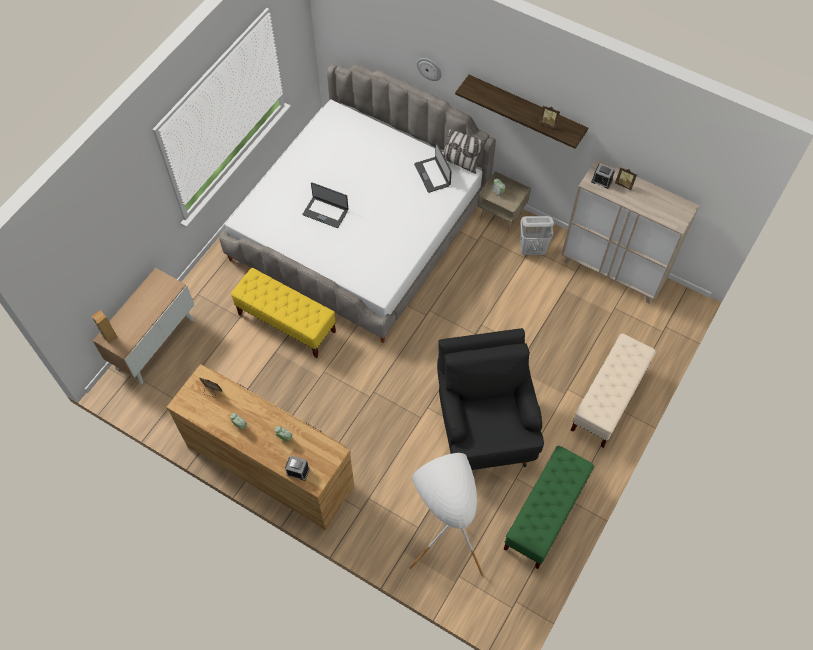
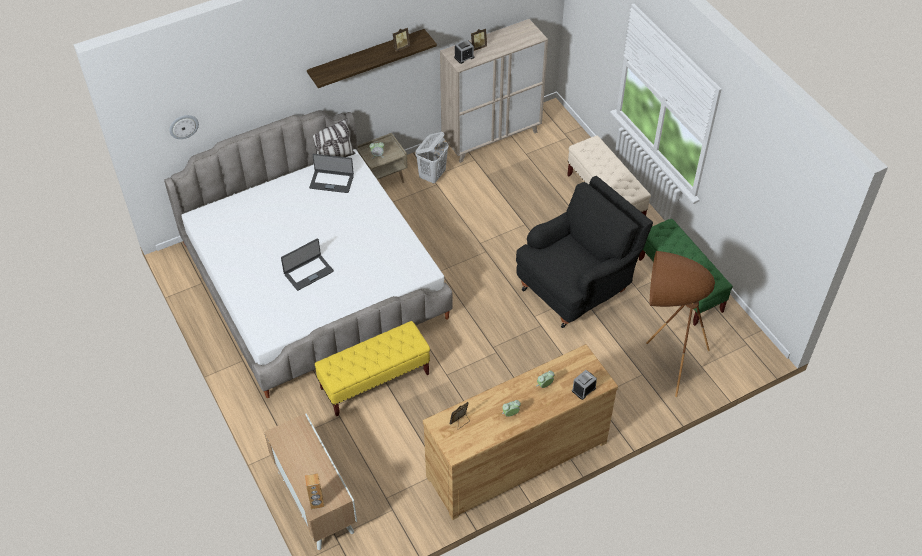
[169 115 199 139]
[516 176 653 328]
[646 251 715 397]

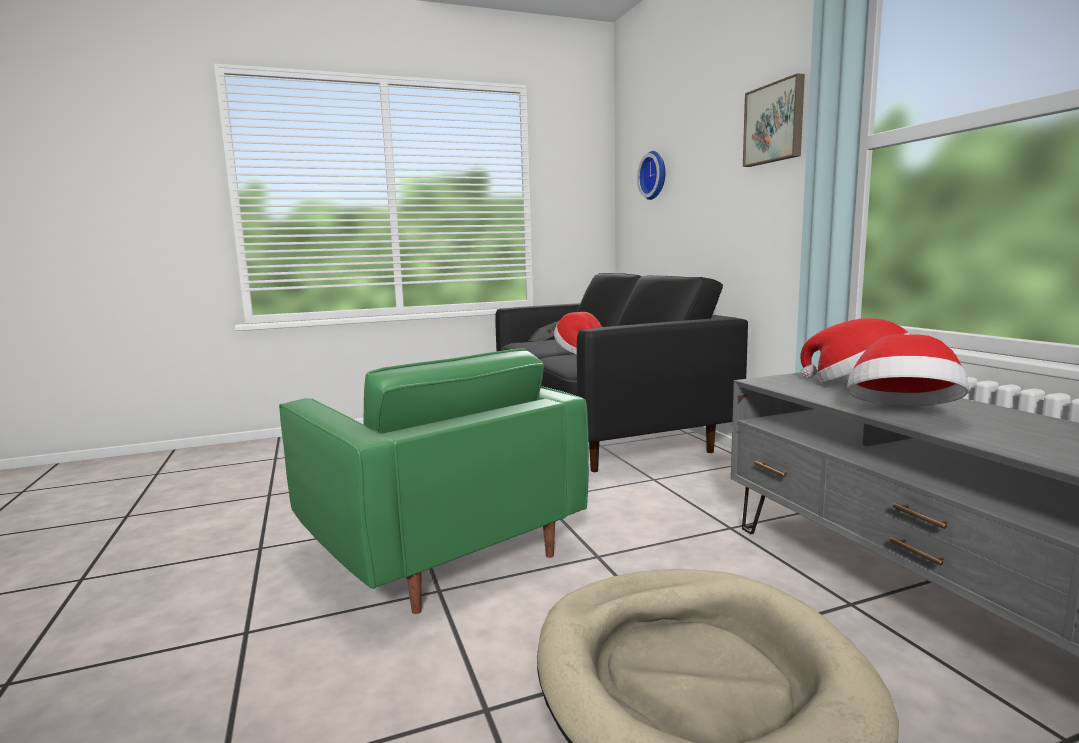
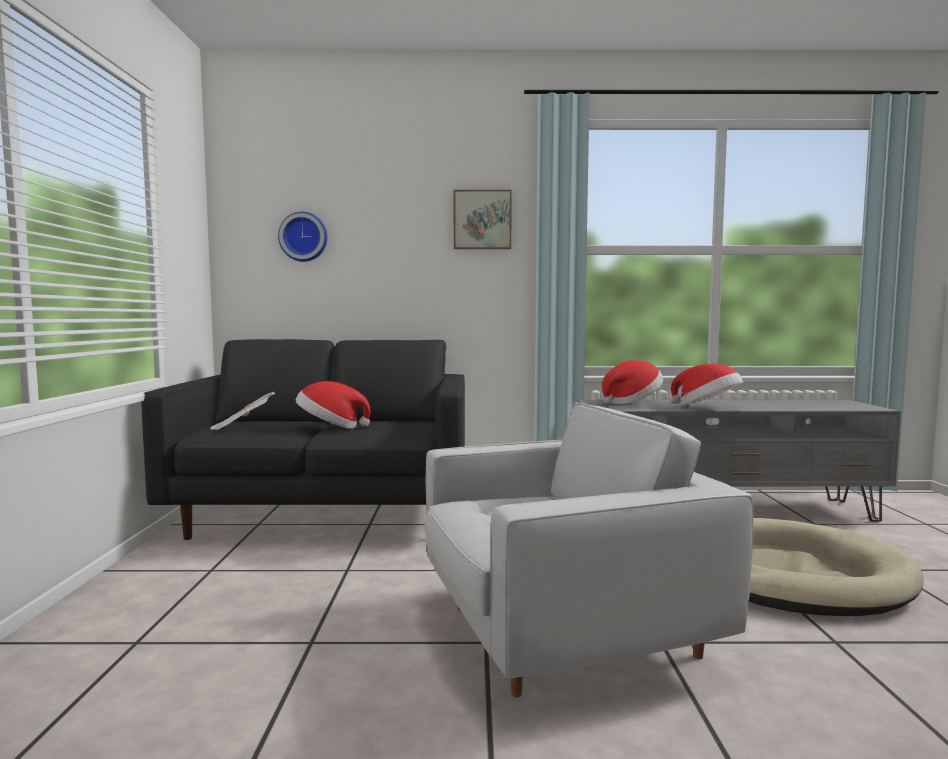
[424 402 754 697]

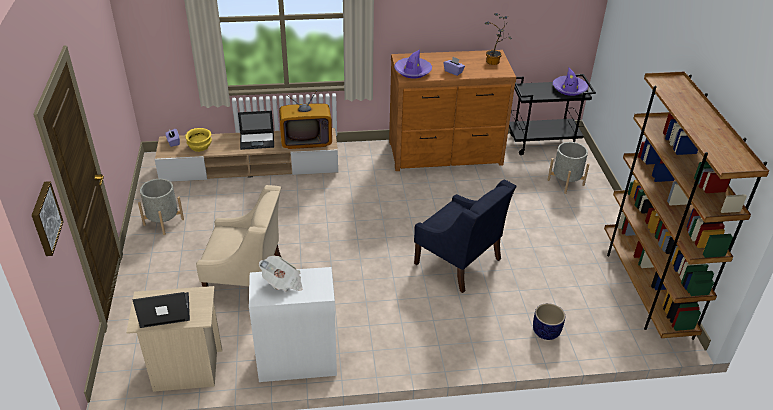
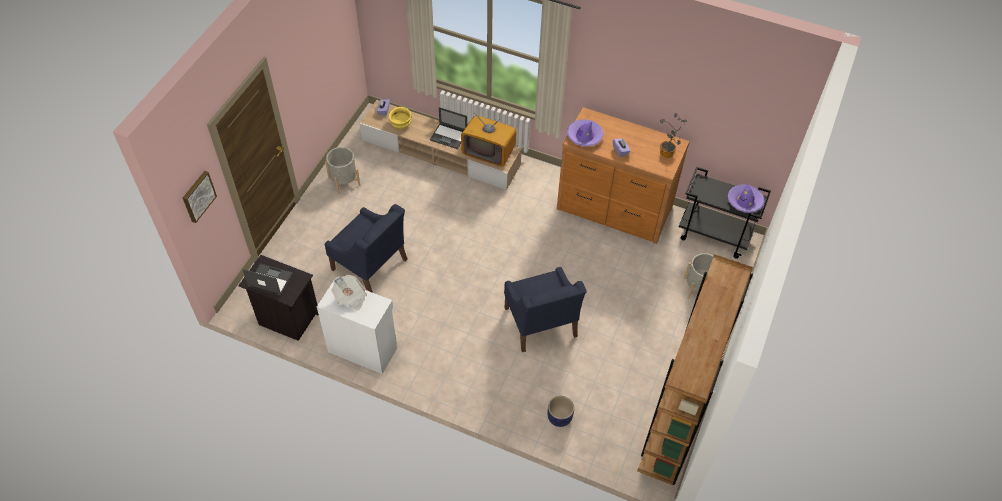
[238 255 319 341]
[324 204 408 293]

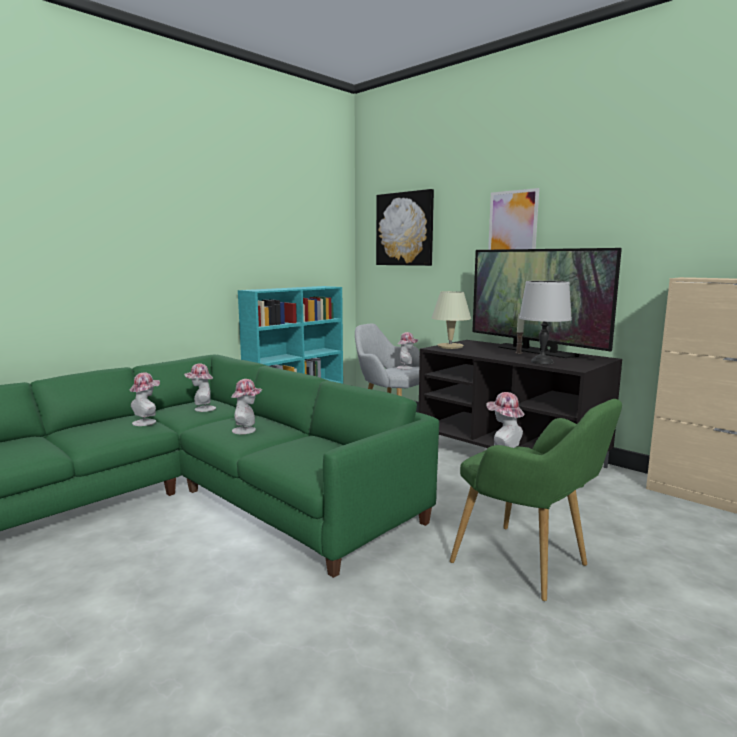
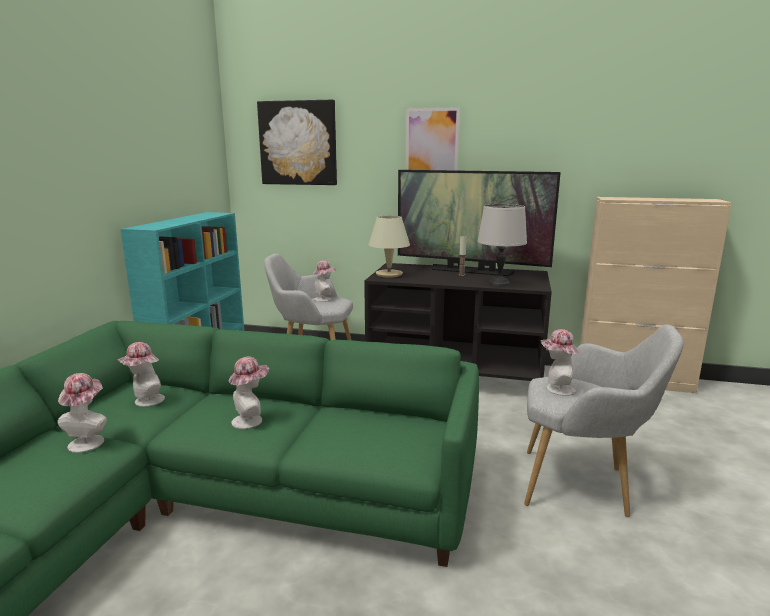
[524 325 684 517]

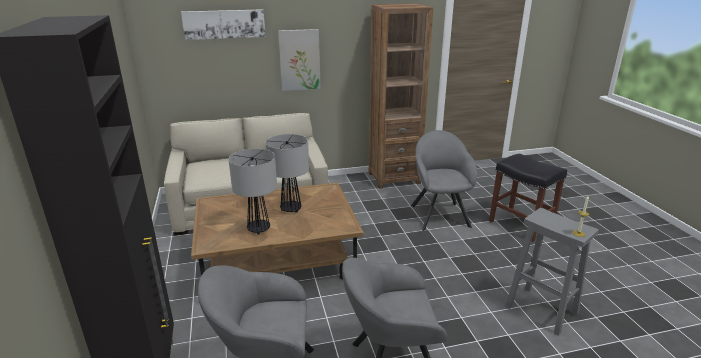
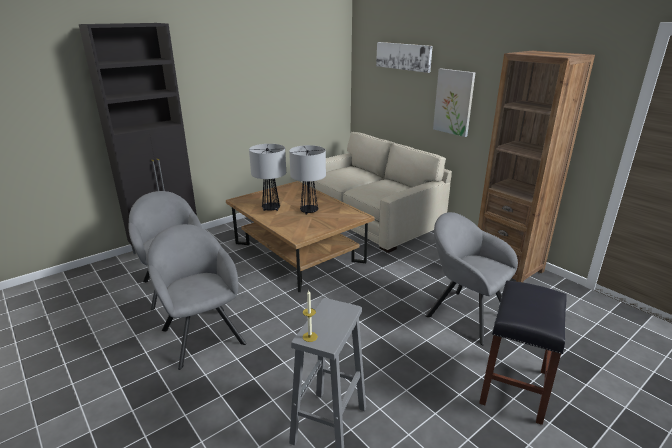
[425 212 518 345]

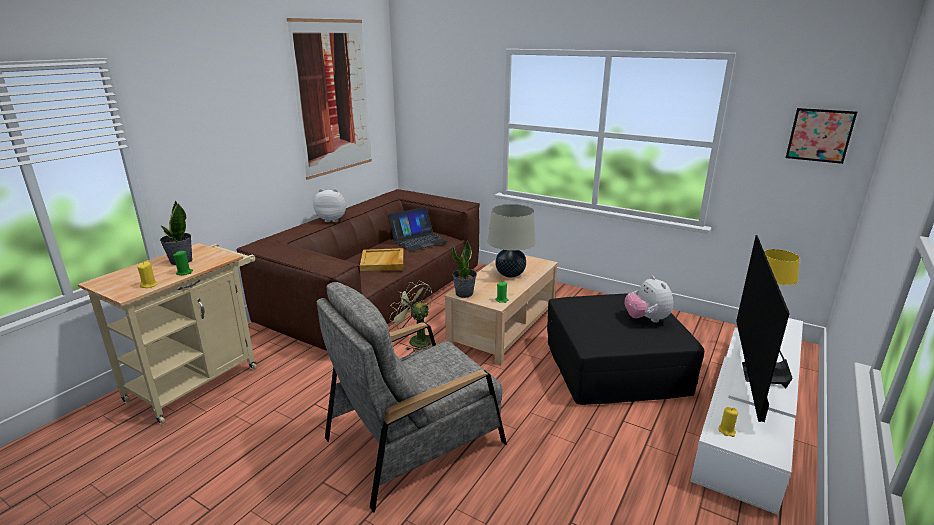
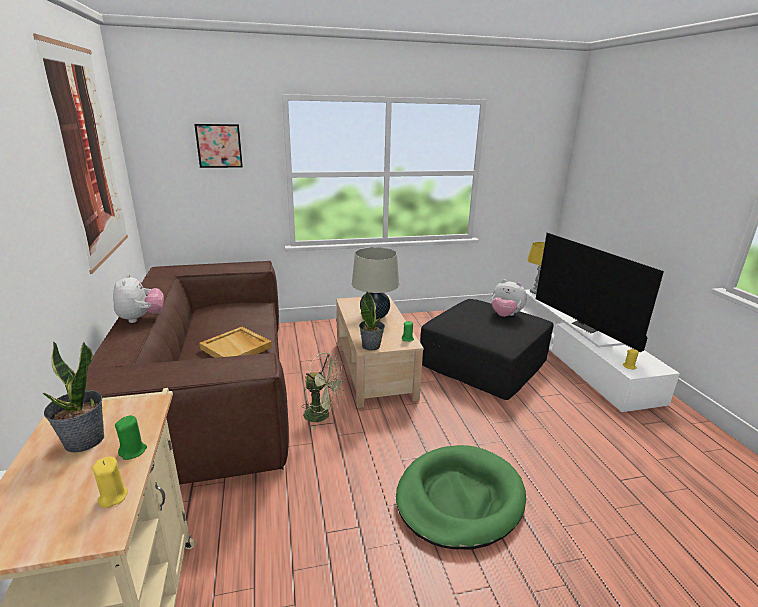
[113 274 164 323]
[194 124 243 168]
[302 353 346 430]
[396 445 526 549]
[388 207 448 251] (first image)

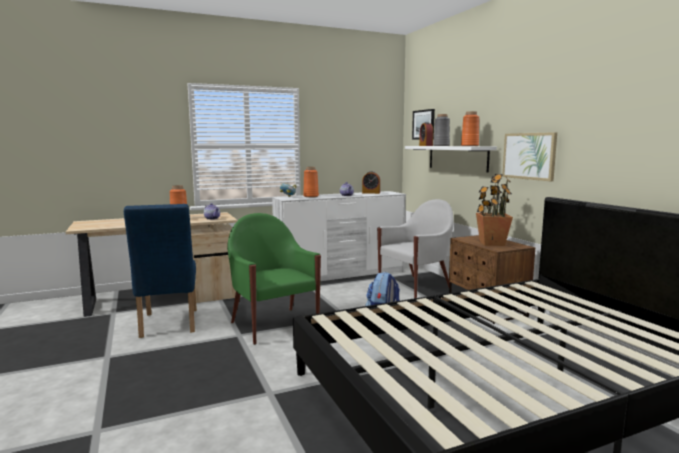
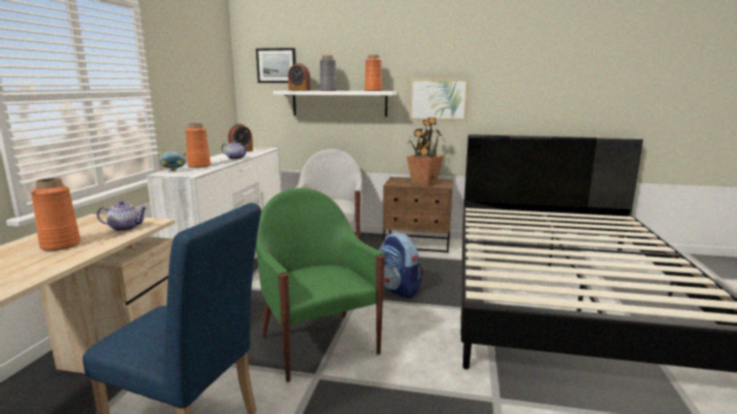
[256 188 385 382]

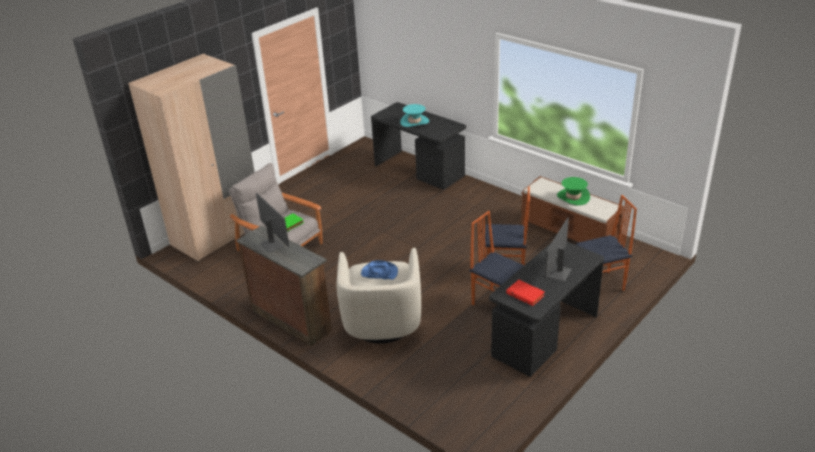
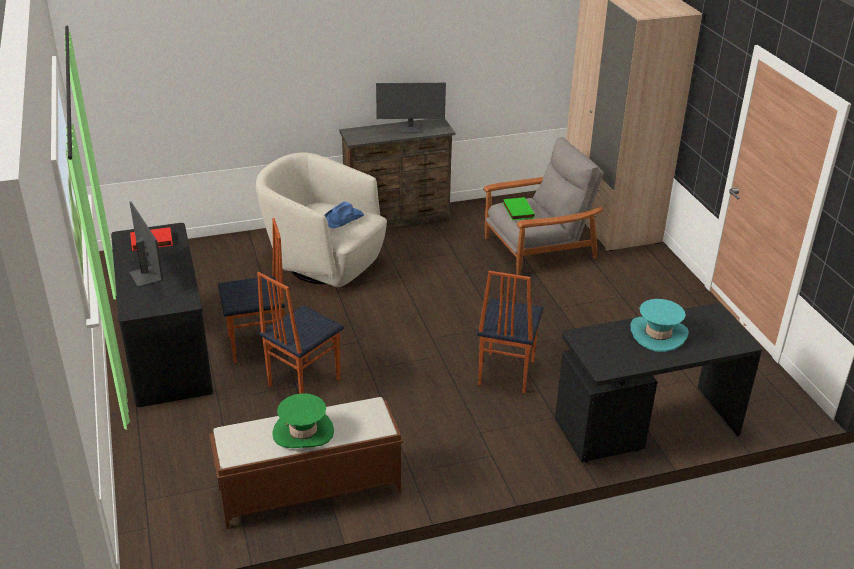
[477 271 543 393]

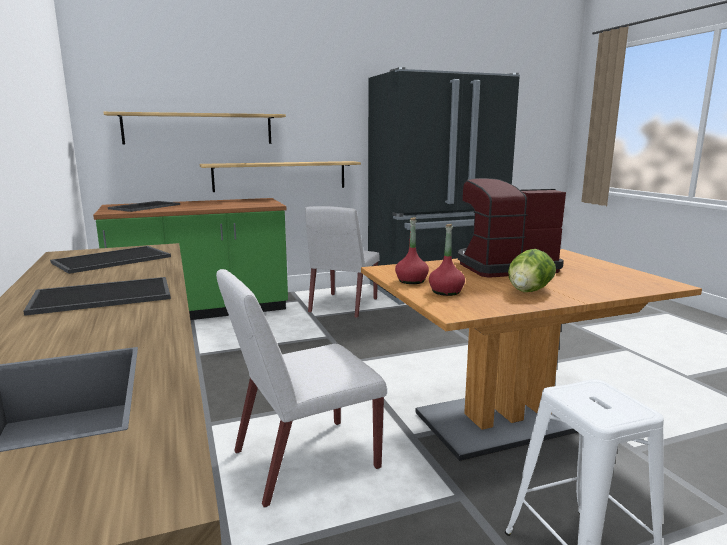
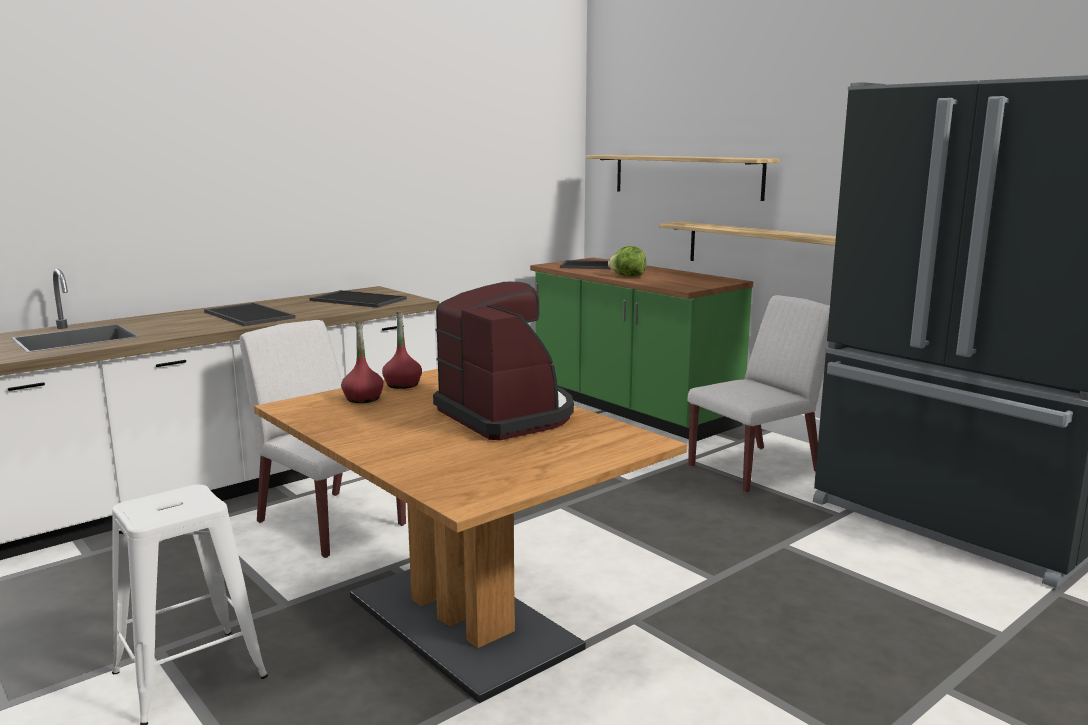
[608 246 646 277]
[687 295 830 493]

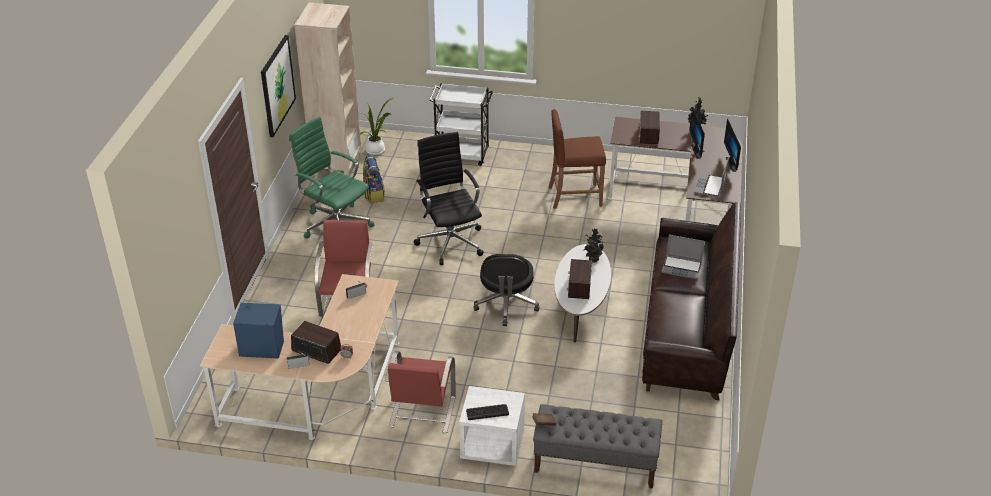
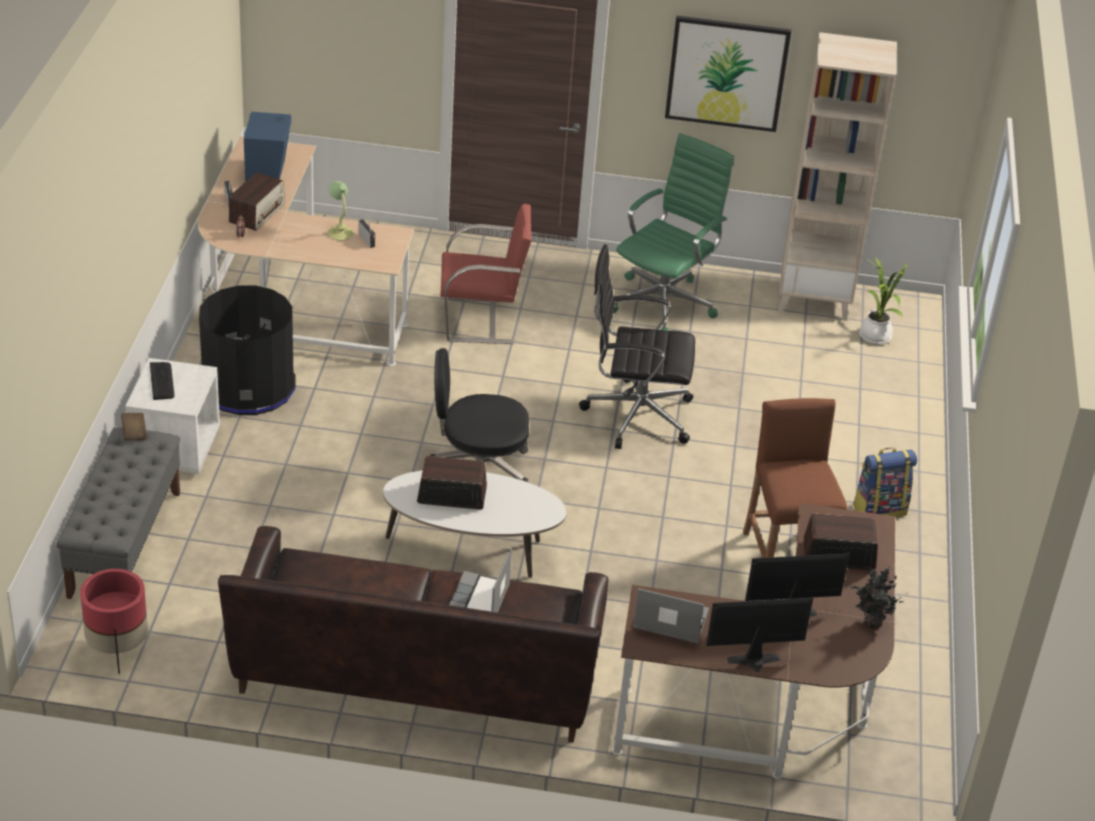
[80 569 148 674]
[199 286 296 415]
[328 181 354 241]
[579 244 695 449]
[853 448 917 518]
[429 83 493 166] (first image)
[584 228 604 263] (first image)

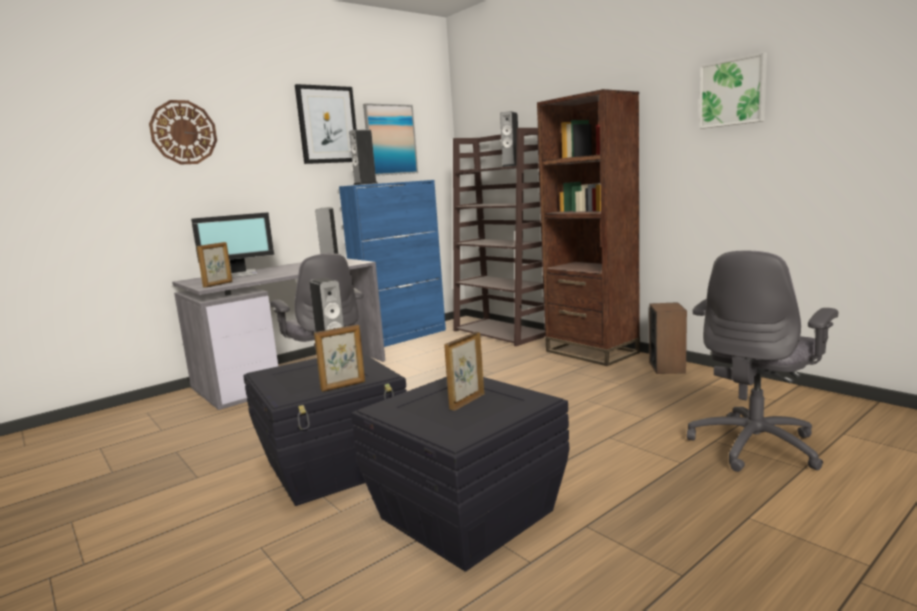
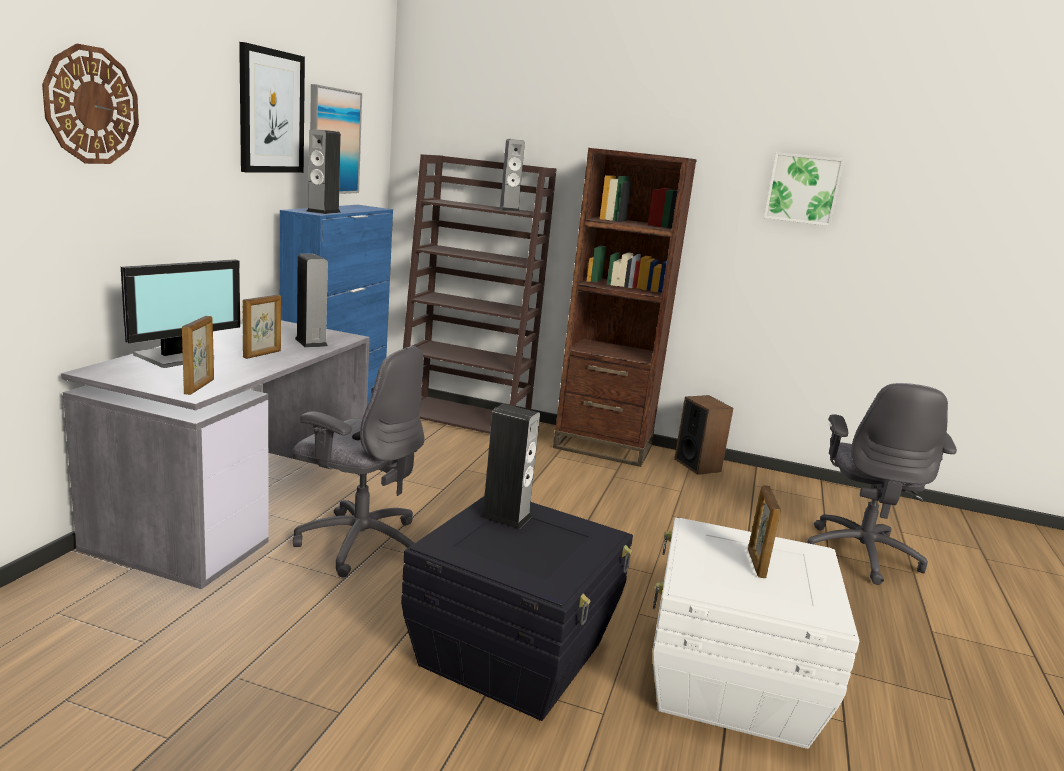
[243 295 281 359]
[653 518 859 749]

